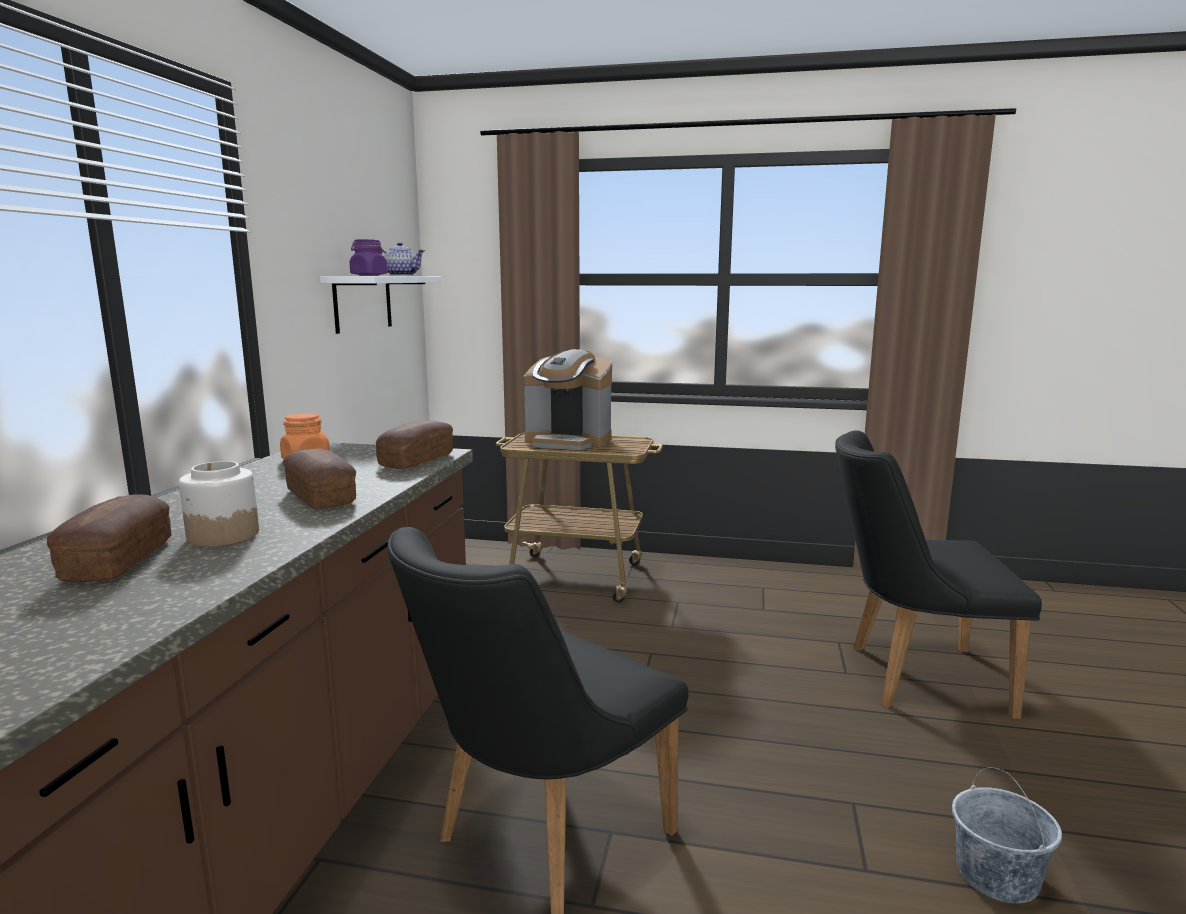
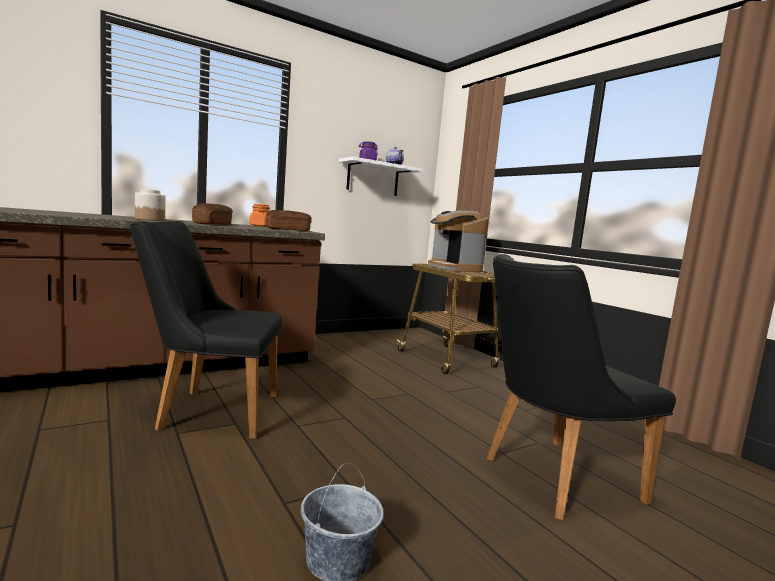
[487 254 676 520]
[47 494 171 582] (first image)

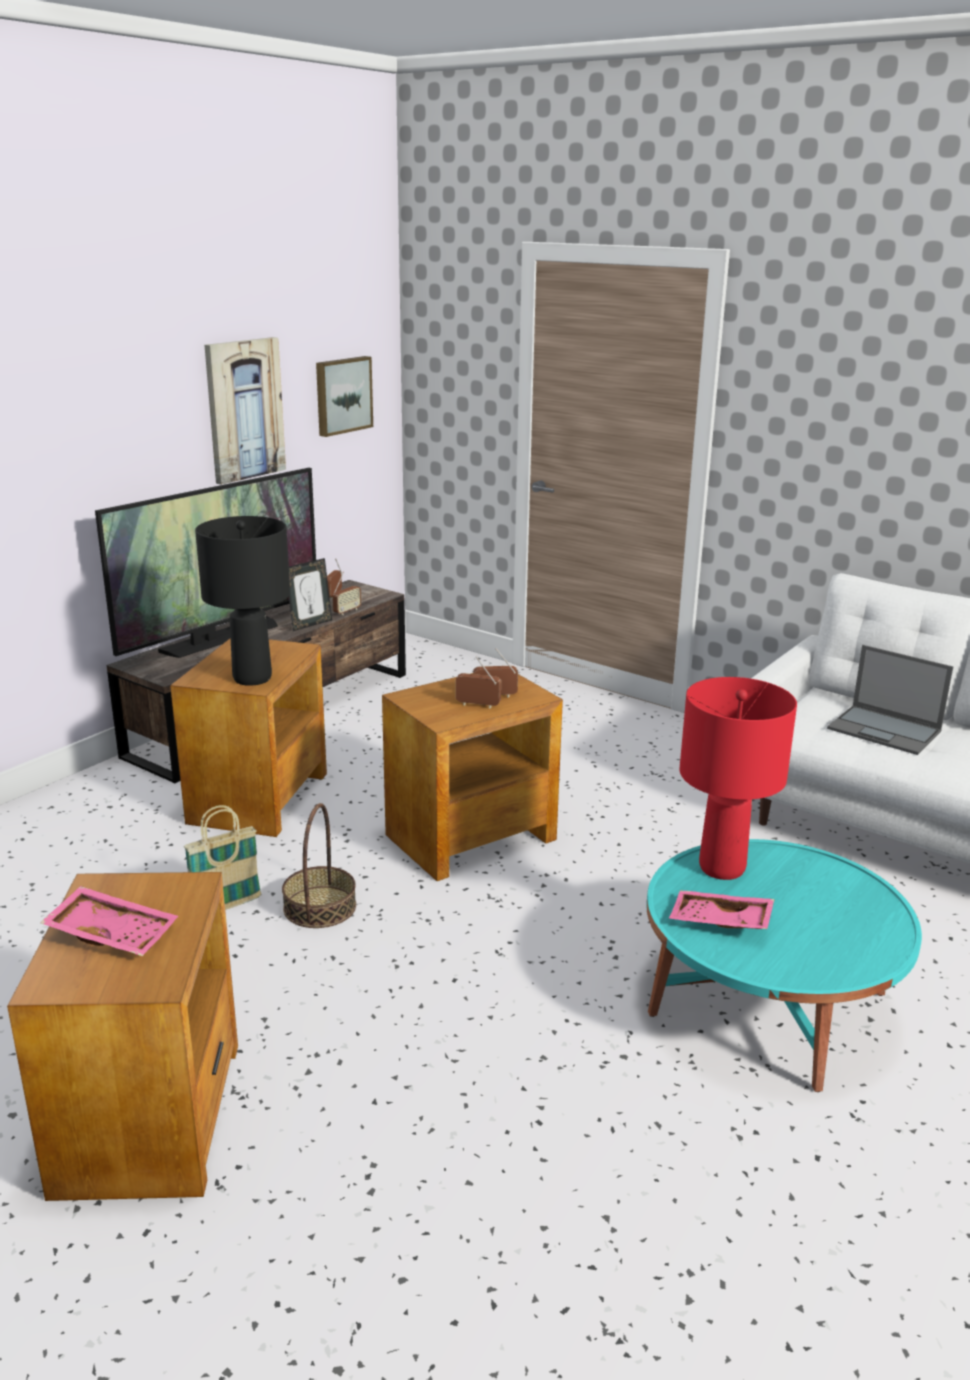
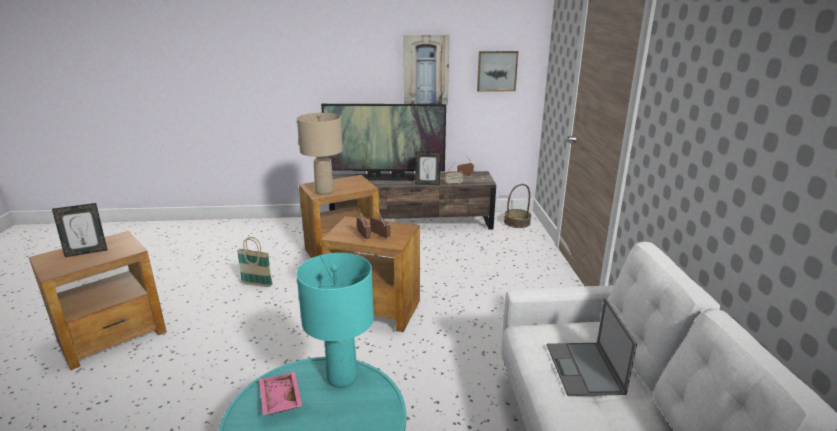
[52 203 107 257]
[296 253 374 388]
[297 113 343 195]
[504 184 531 228]

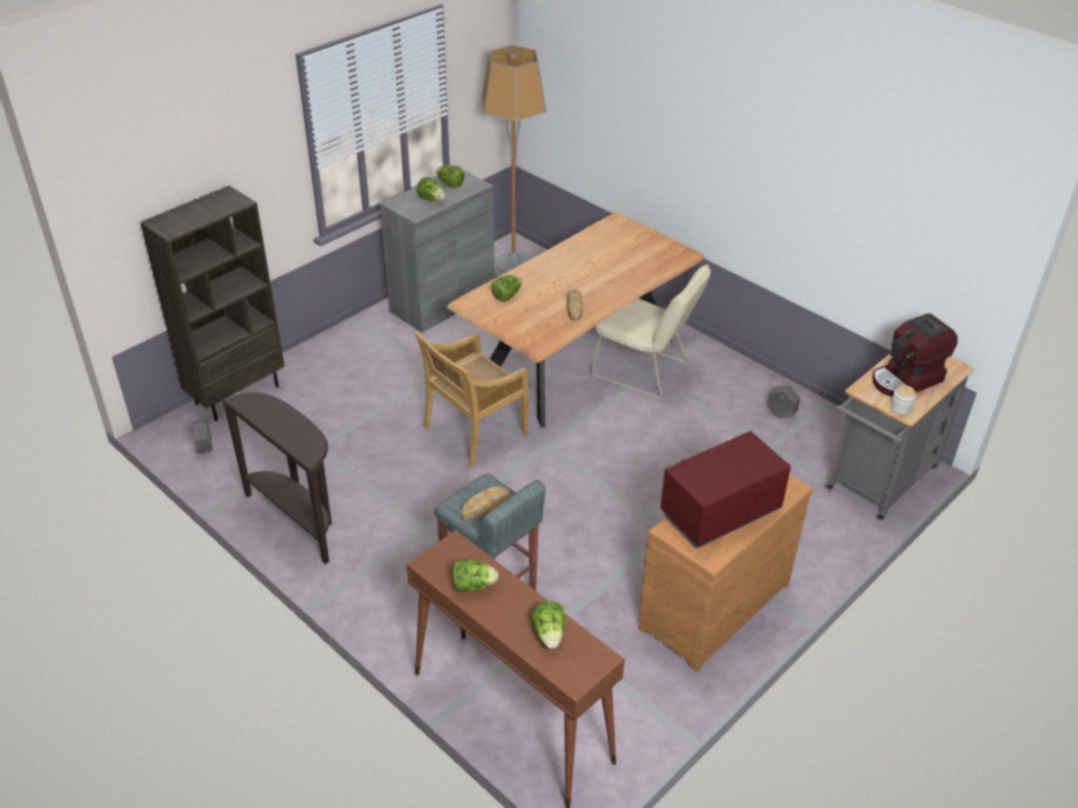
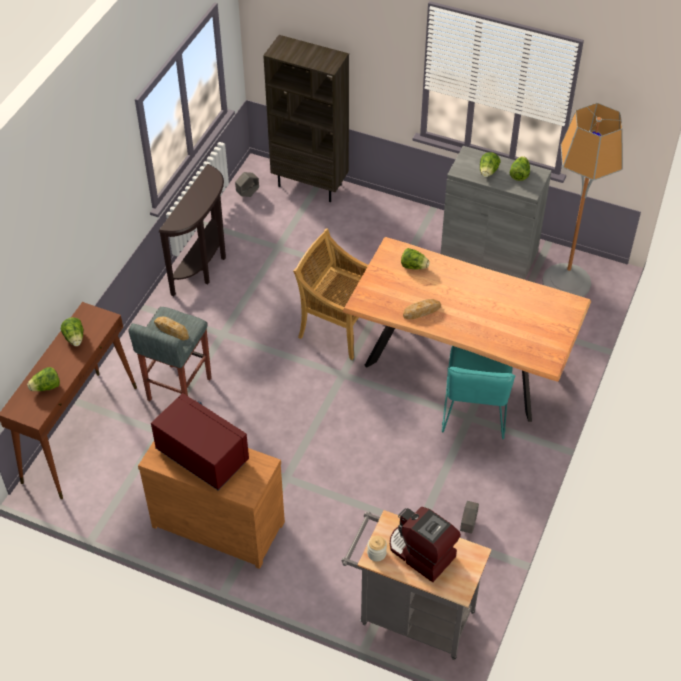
[442 346 515 439]

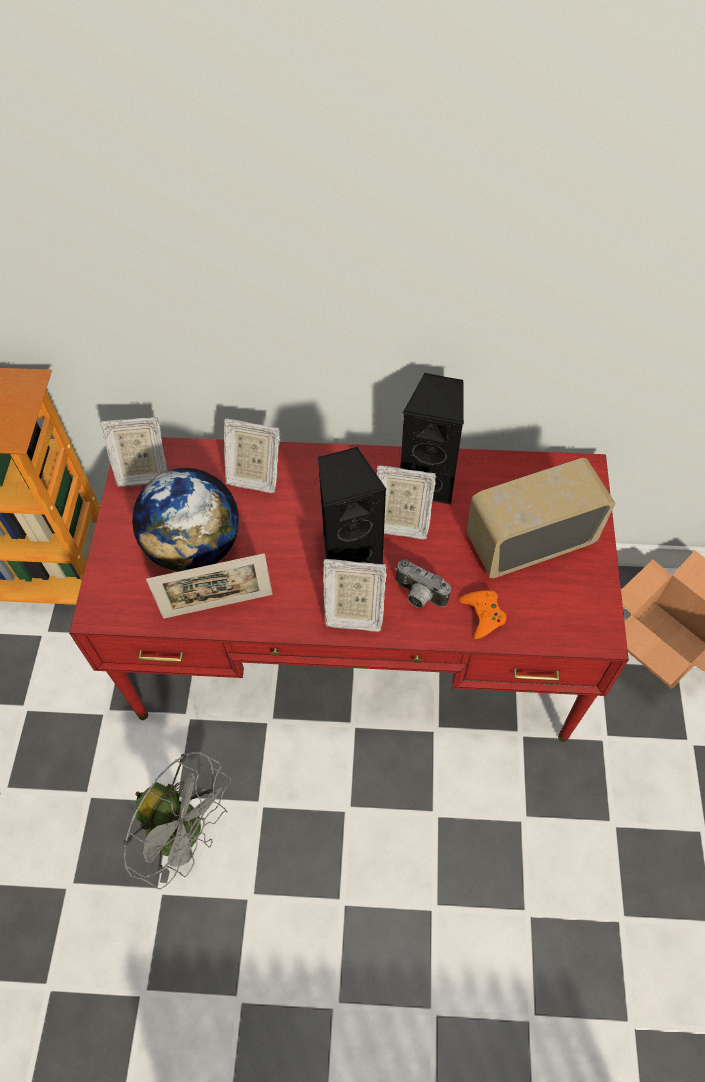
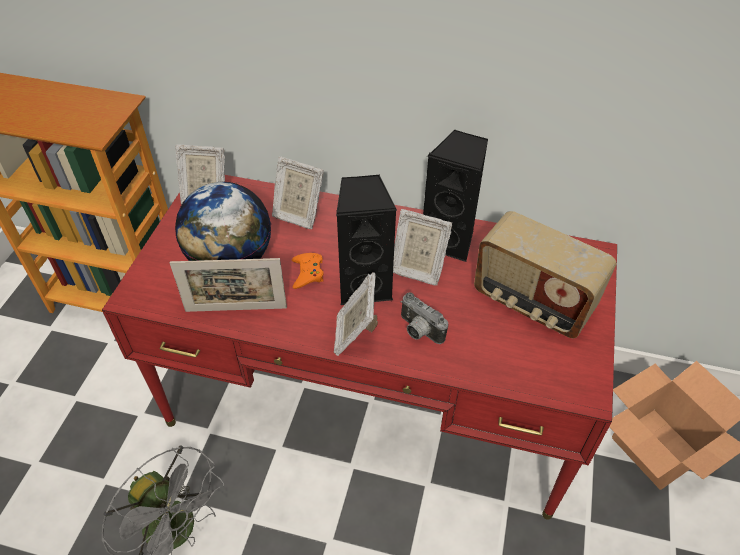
[292 253 324 289]
[334 272 378 356]
[474 211 617 338]

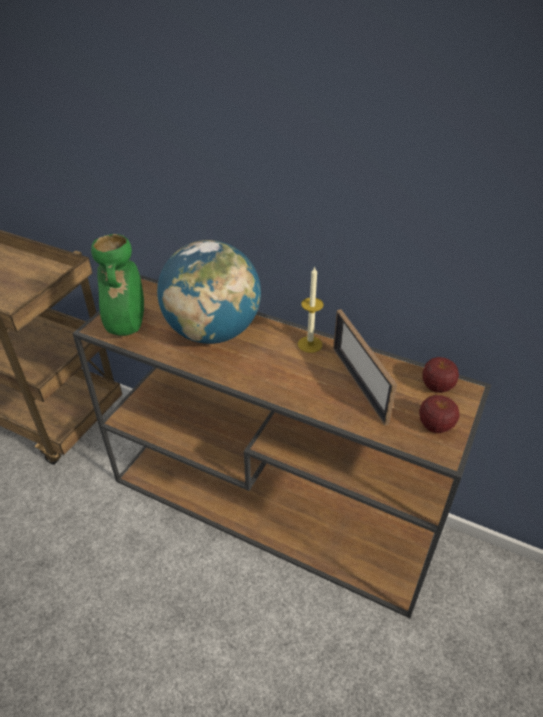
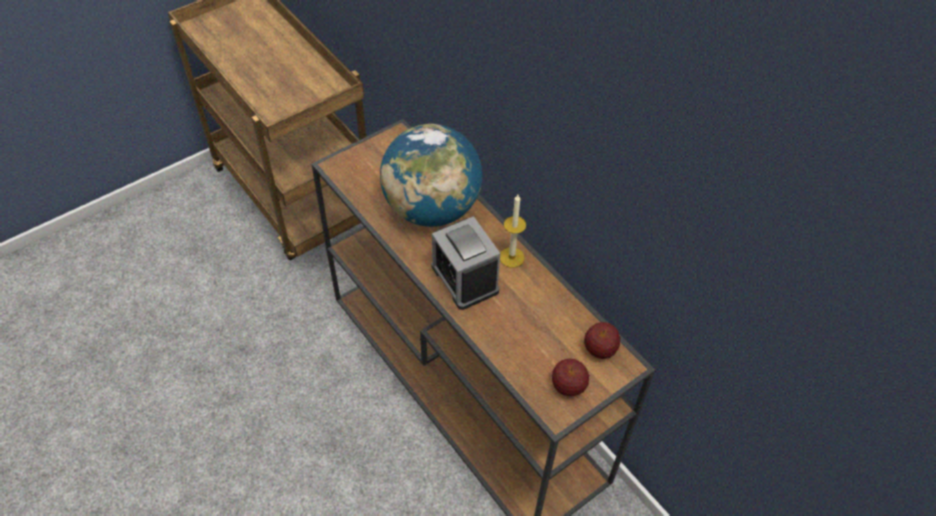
[432 216 500 310]
[91 234 144 336] (first image)
[333 309 397 426] (first image)

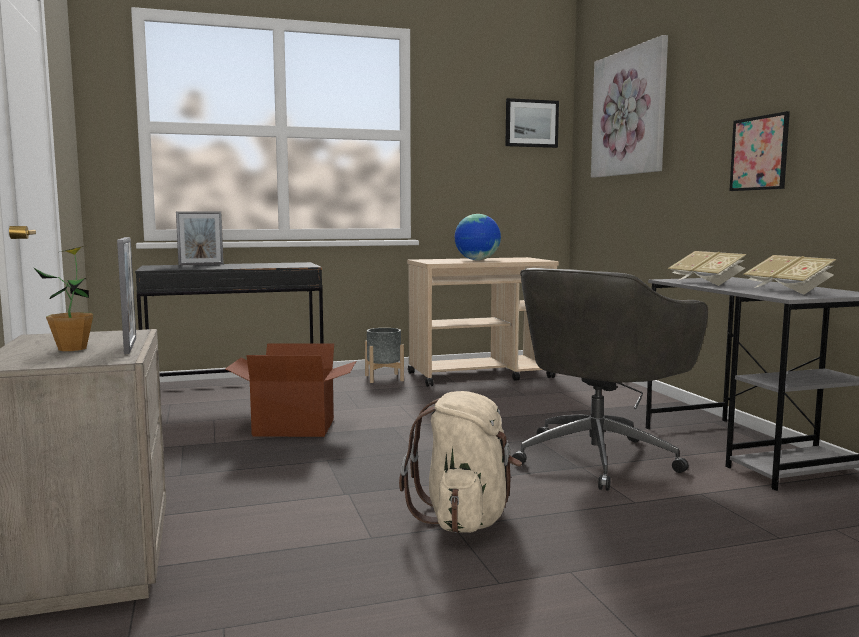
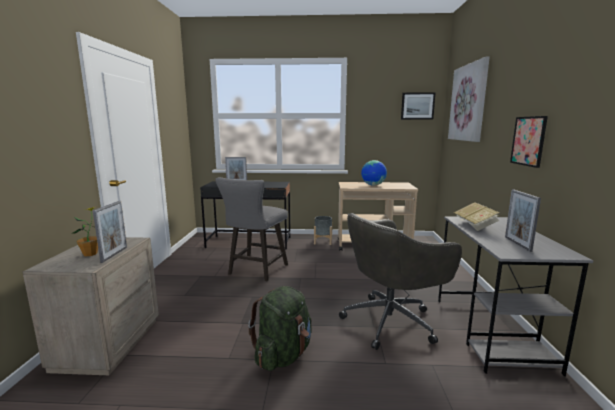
[215 177 288 281]
[248 286 312 371]
[505 189 541 252]

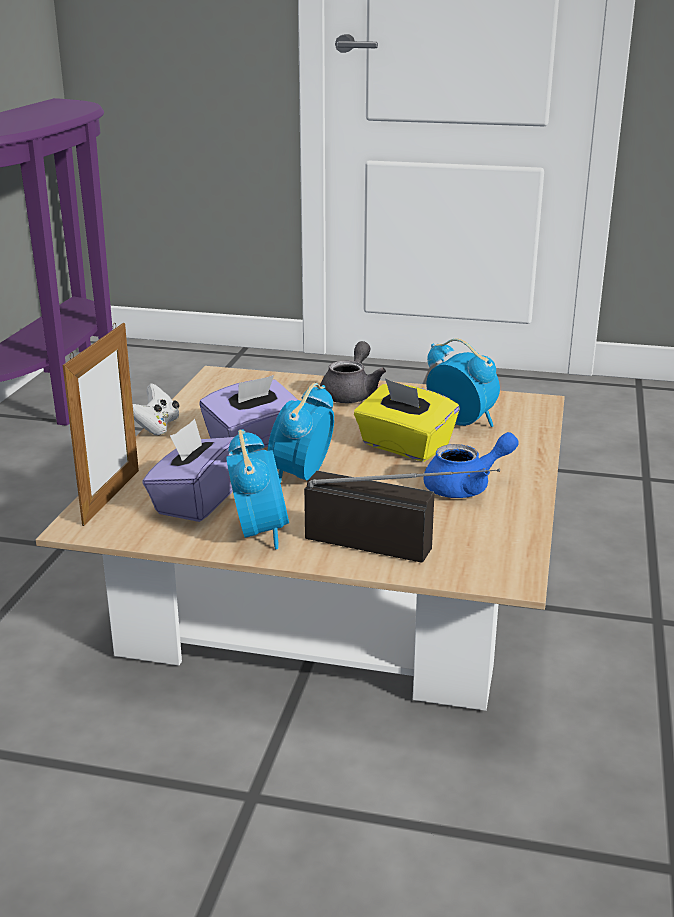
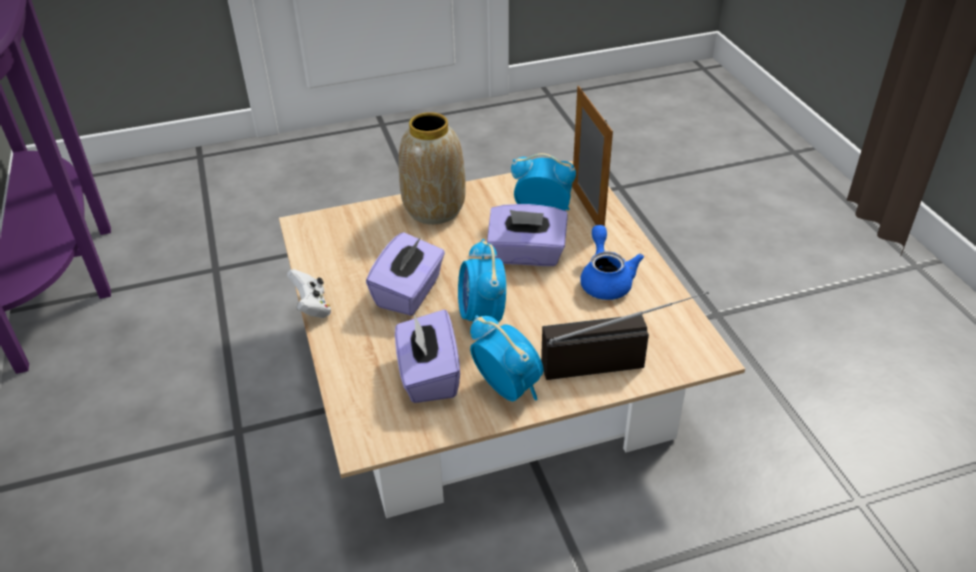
[399 112 466 224]
[487 204 568 266]
[572 86 613 226]
[580 225 644 300]

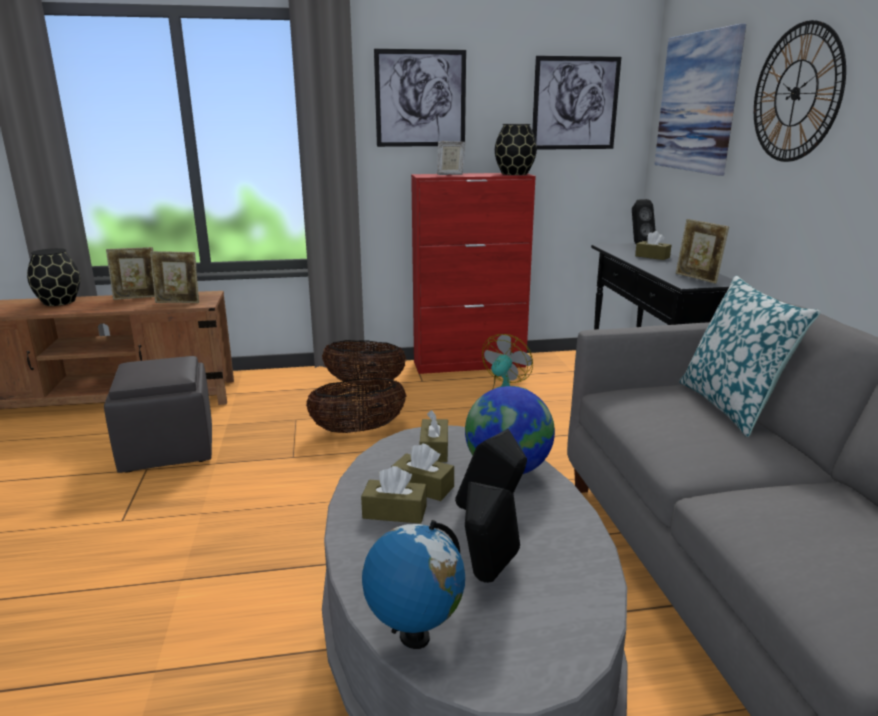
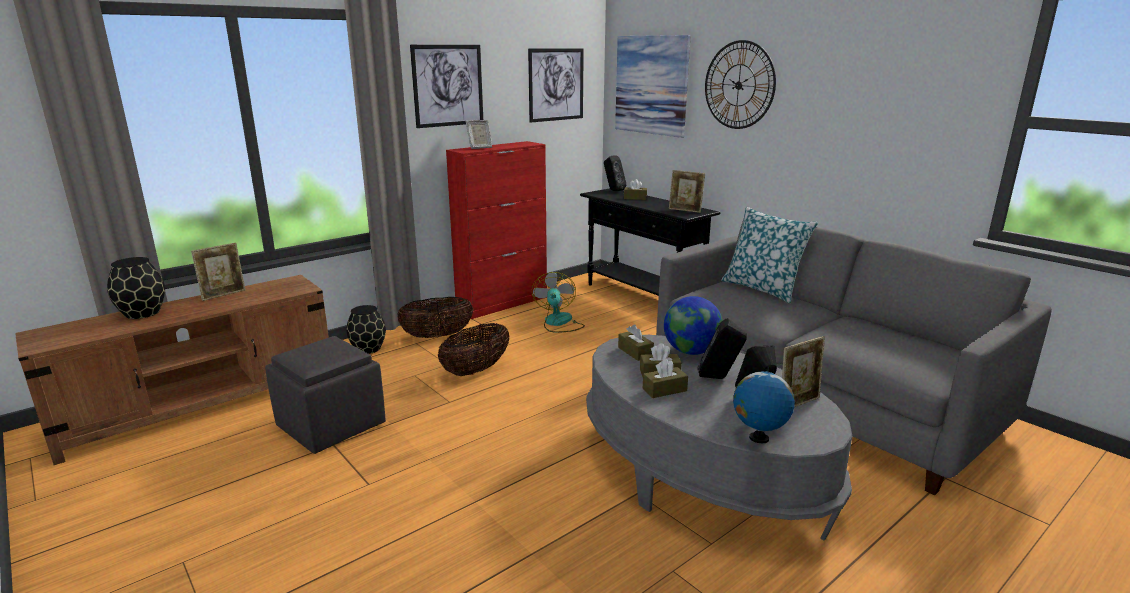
[346 305 386 354]
[782 336 825 407]

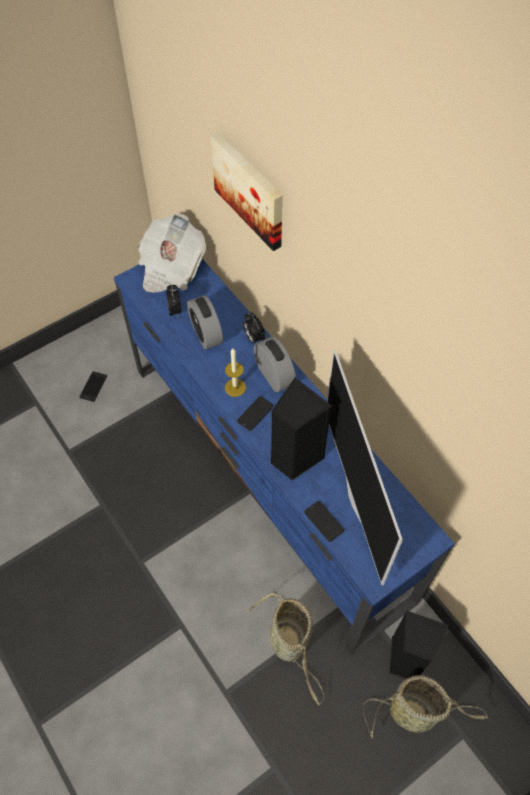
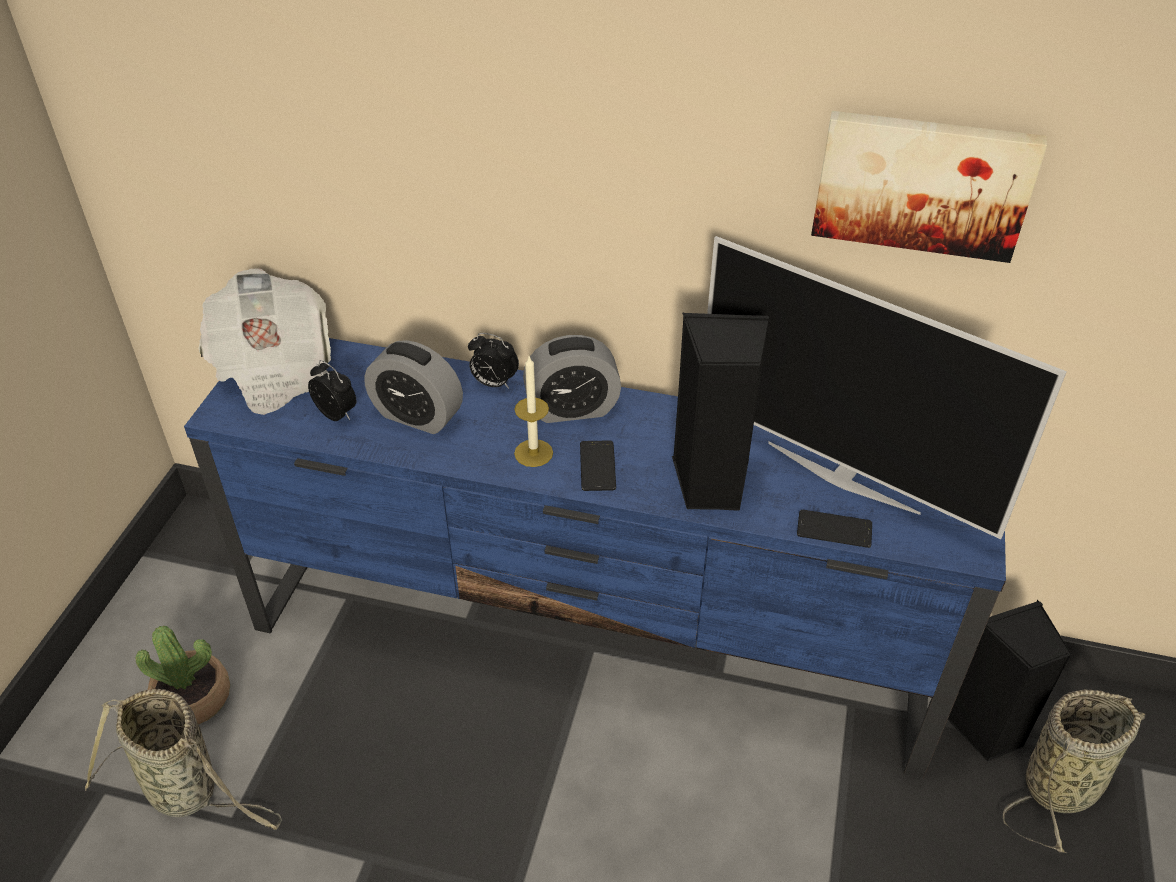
[85 689 282 830]
[136 626 230 725]
[523 335 621 423]
[811 111 1047 263]

